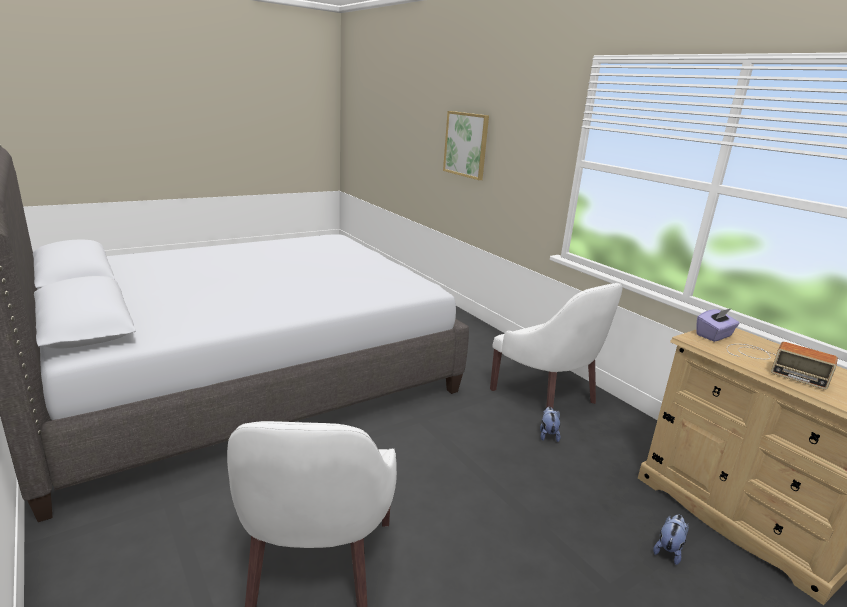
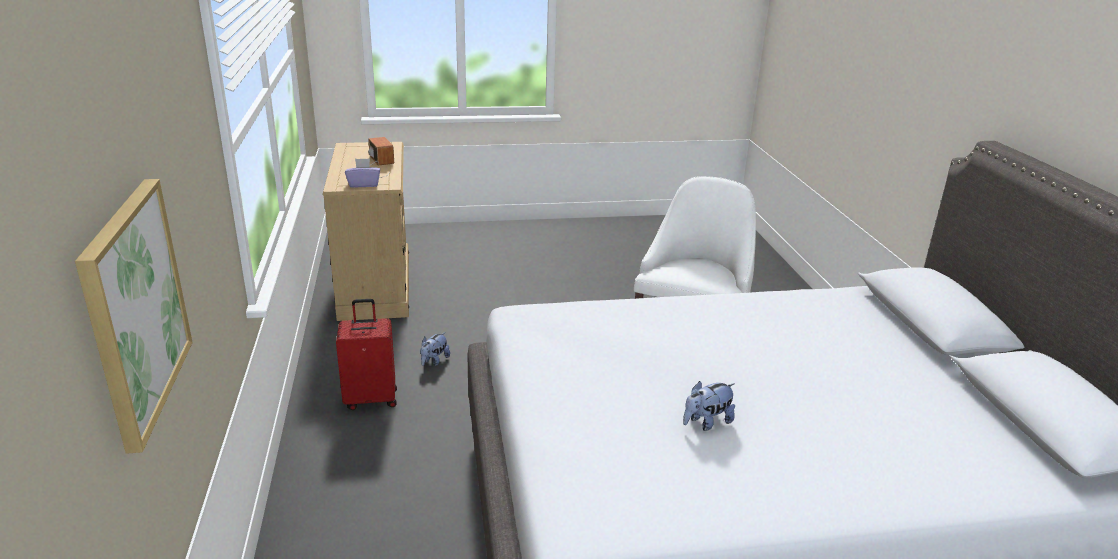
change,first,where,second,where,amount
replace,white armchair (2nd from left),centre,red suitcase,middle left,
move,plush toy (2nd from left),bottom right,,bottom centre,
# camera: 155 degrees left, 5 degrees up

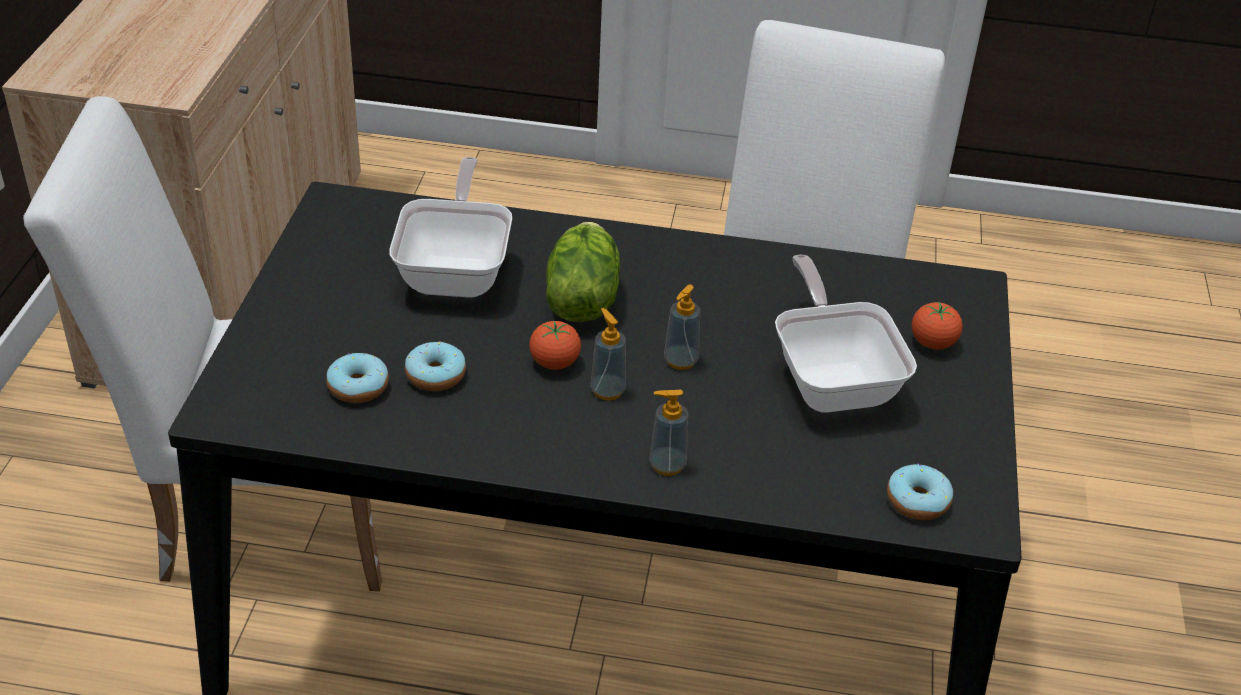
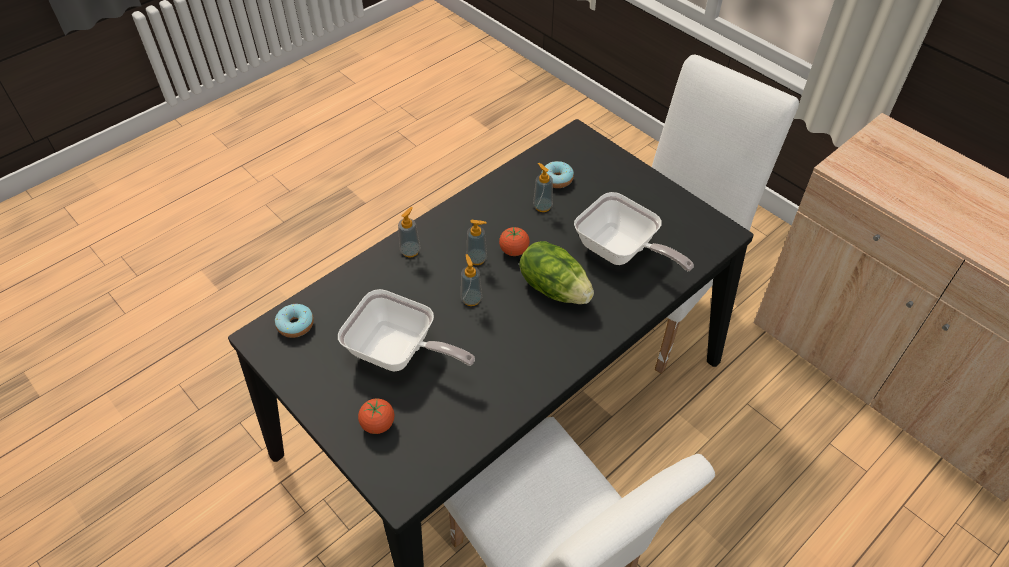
change,first,where,second,where,amount
replace,donut (2nd from left),centre,soap dispenser (4th from left),top centre,
# camera: 130 degrees right, 10 degrees up

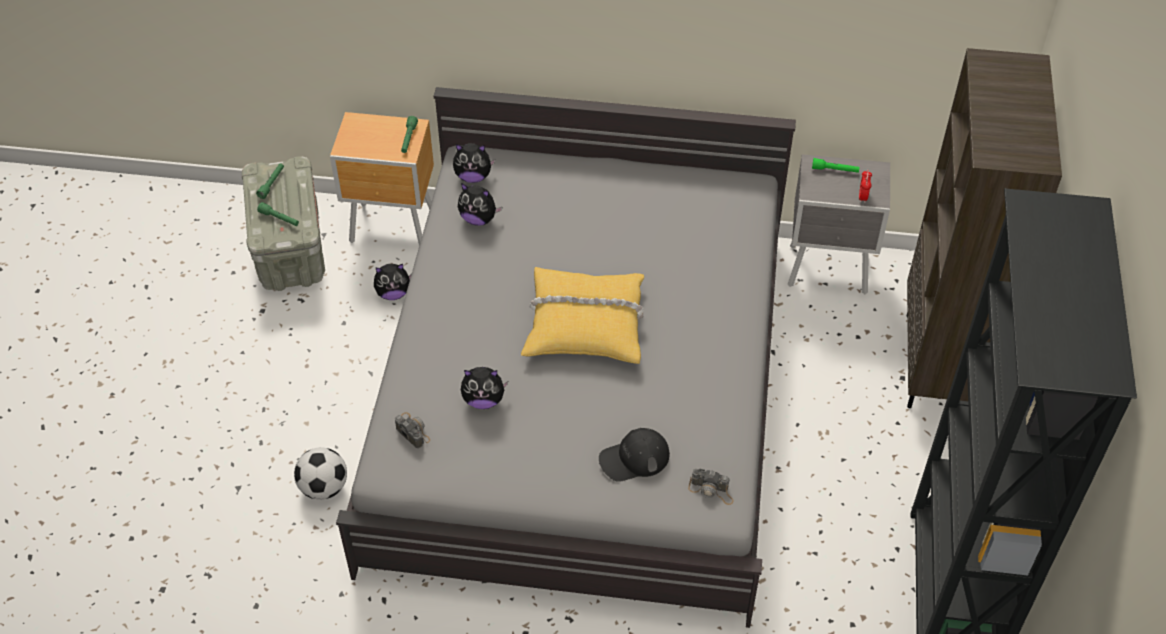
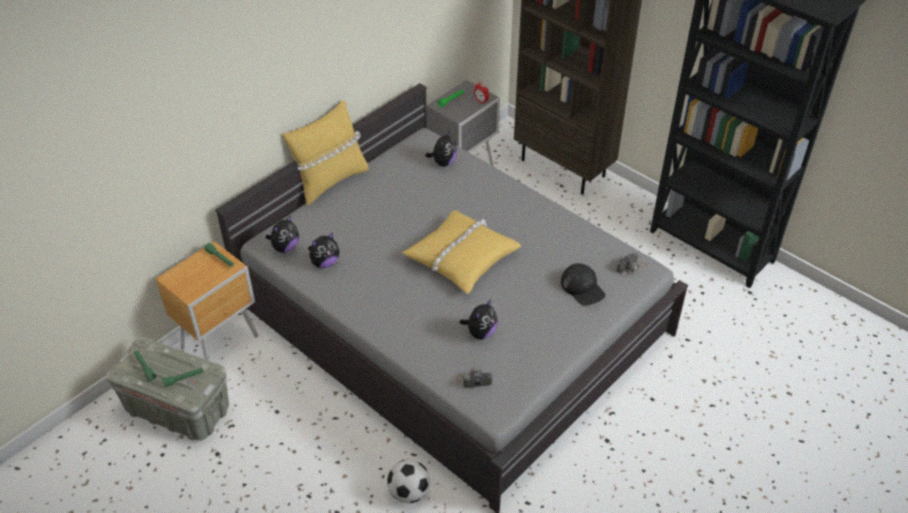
change,first,where,second,where,amount
insert,,,yellow pillow (1st from left),top centre,
move,plush toy (1st from left in the first image),centre,plush toy (3rd from left),top centre,
rotate,black cap,bottom centre,,centre,45 degrees counterclockwise
# camera: 55 degrees left, 5 degrees down

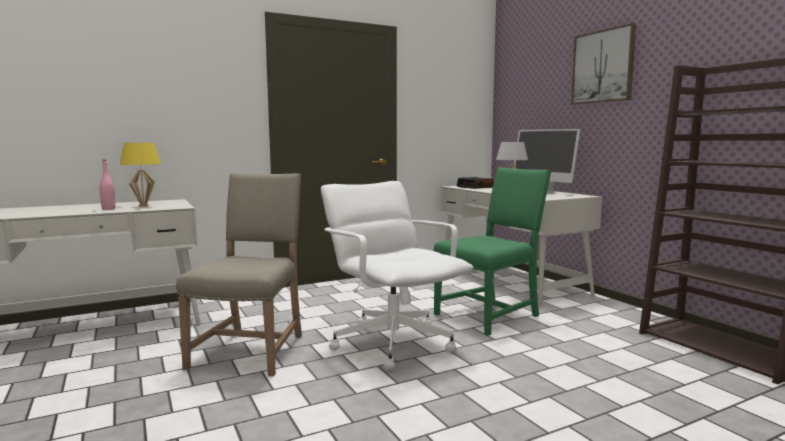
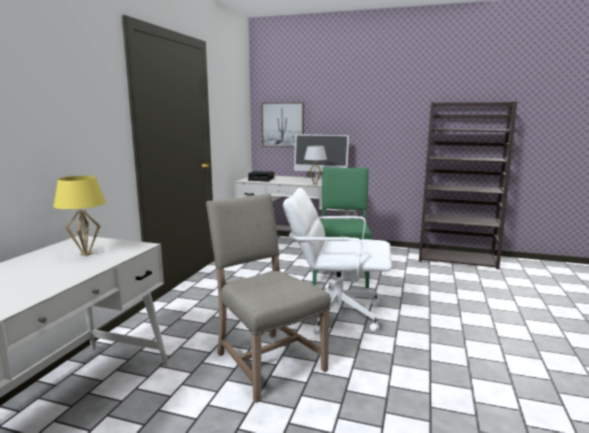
change,first,where,second,where,amount
move,picture,top right,,top centre,
delete,pink bottle,middle left,,,
# camera: 45 degrees left, 5 degrees up

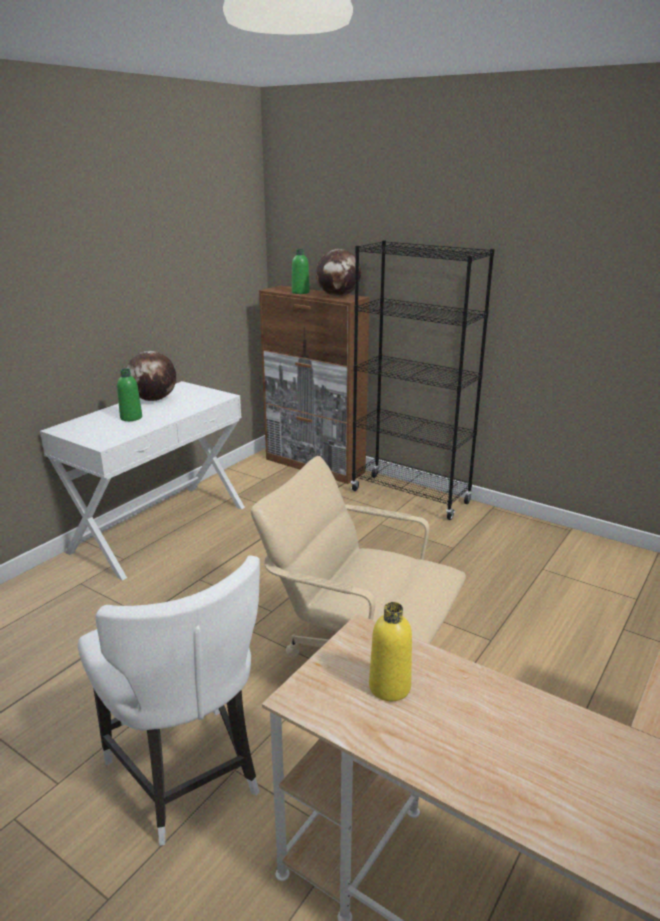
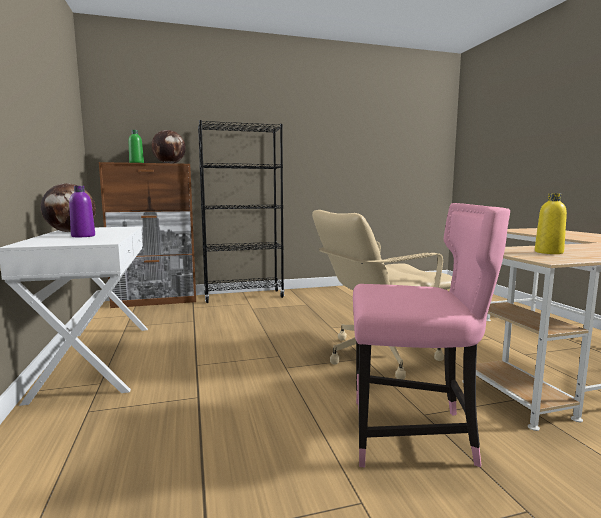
change,first,where,second,where,amount
recolor,green bottle (1st from left),middle left,purple bottle,middle left,
recolor,white chair,bottom left,pink chair,middle right,
# camera: 50 degrees left, 15 degrees down

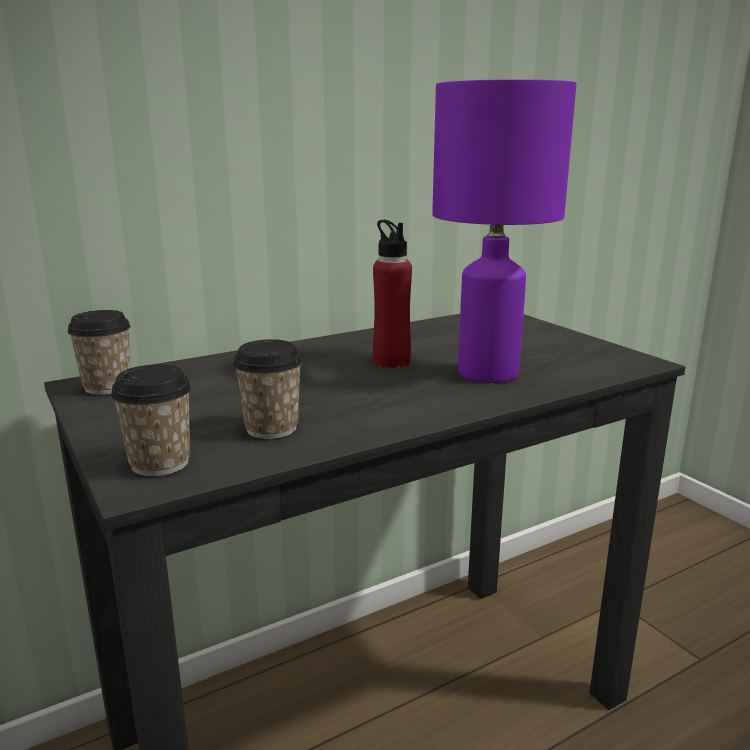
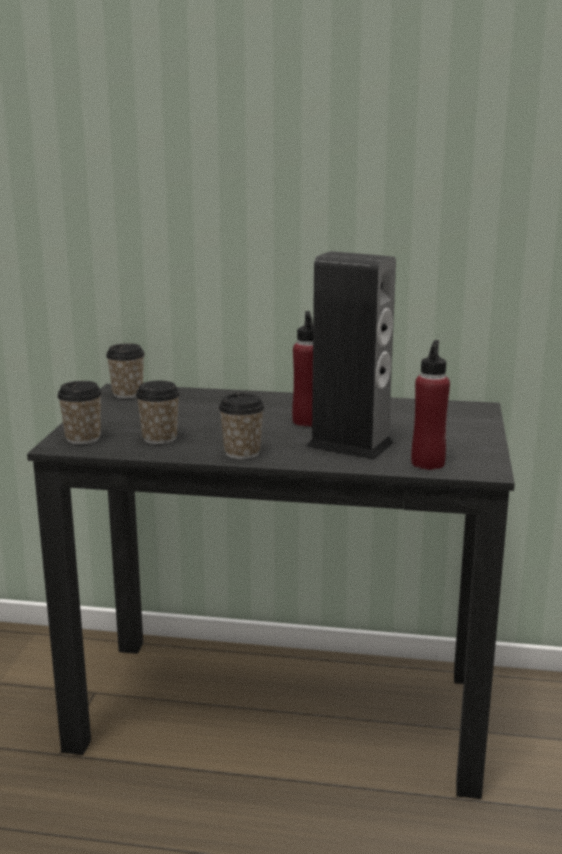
change,first,where,second,where,amount
insert,,,cup (4th from left),centre,
replace,purple table lamp,top right,speaker,centre,
insert,,,red bottle (2nd from left),middle right,
# camera: 40 degrees right, 0 degrees up

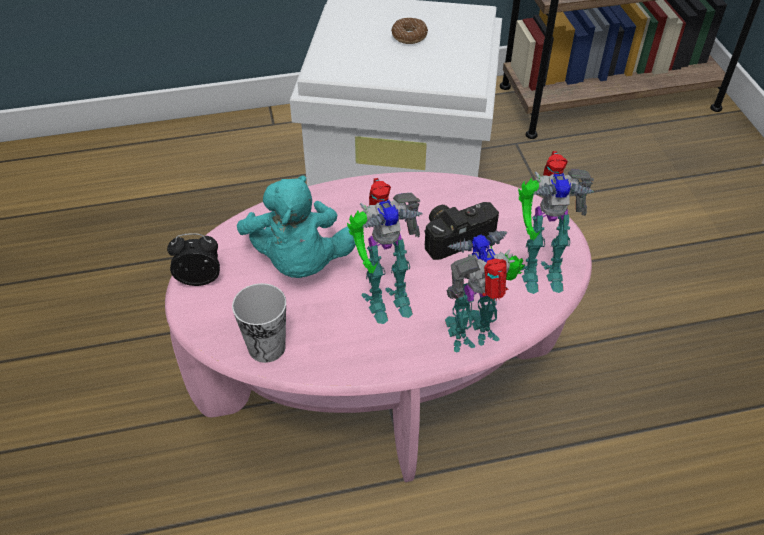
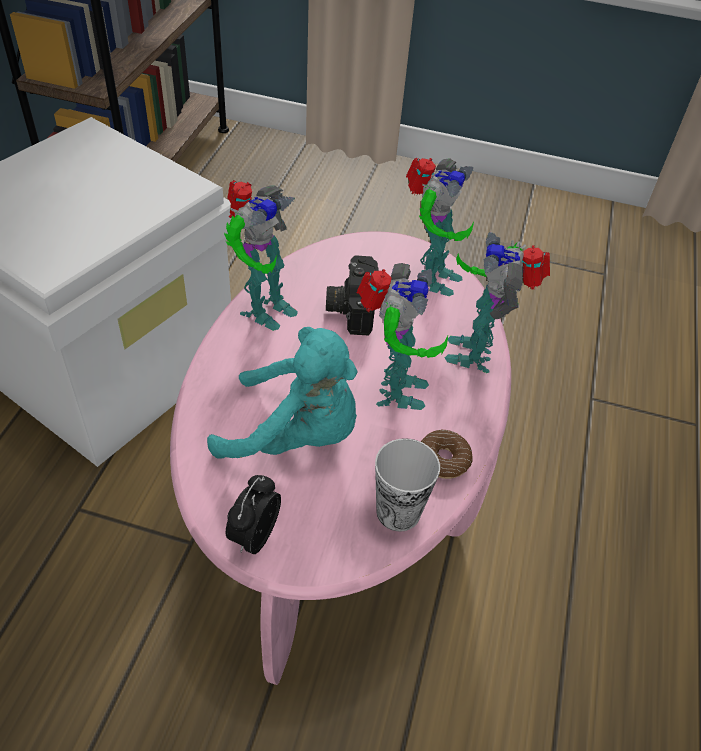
change,first,where,second,where,amount
insert,,,toy robot (1st from left),centre,
move,donut,top centre,,centre,
# camera: 65 degrees left, 0 degrees up

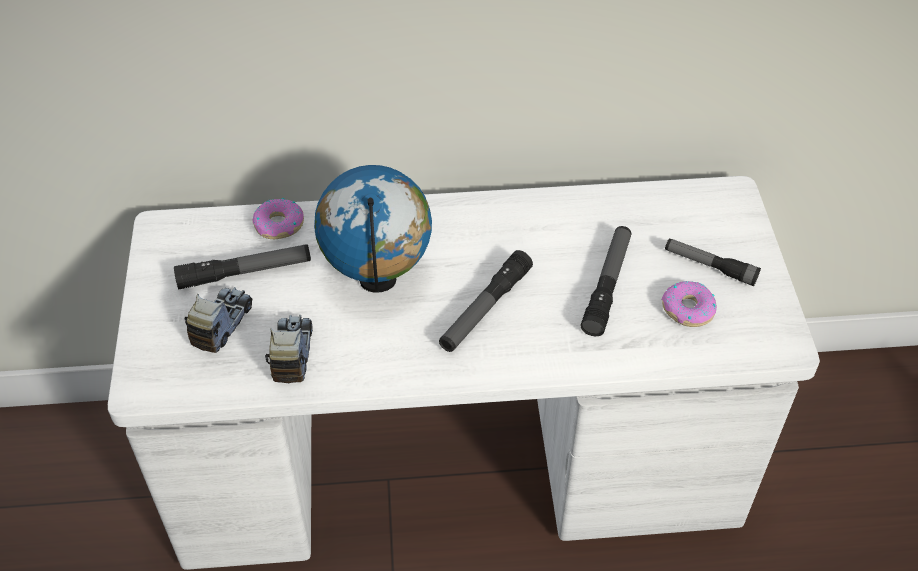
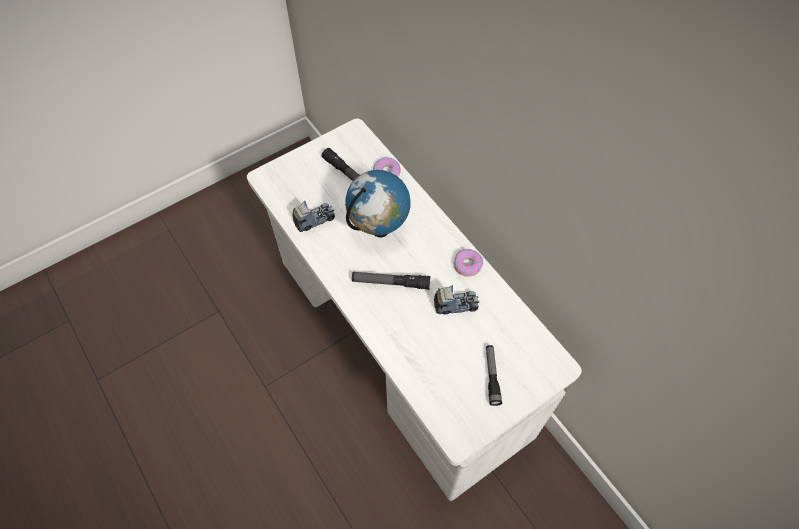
change,first,where,second,where,amount
move,toy truck (1st from left in the first image),middle left,toy truck (2nd from left),centre,
move,donut (2nd from left),middle right,,centre,
delete,flashlight (3rd from left),centre,,,
# camera: 60 degrees right, 10 degrees up

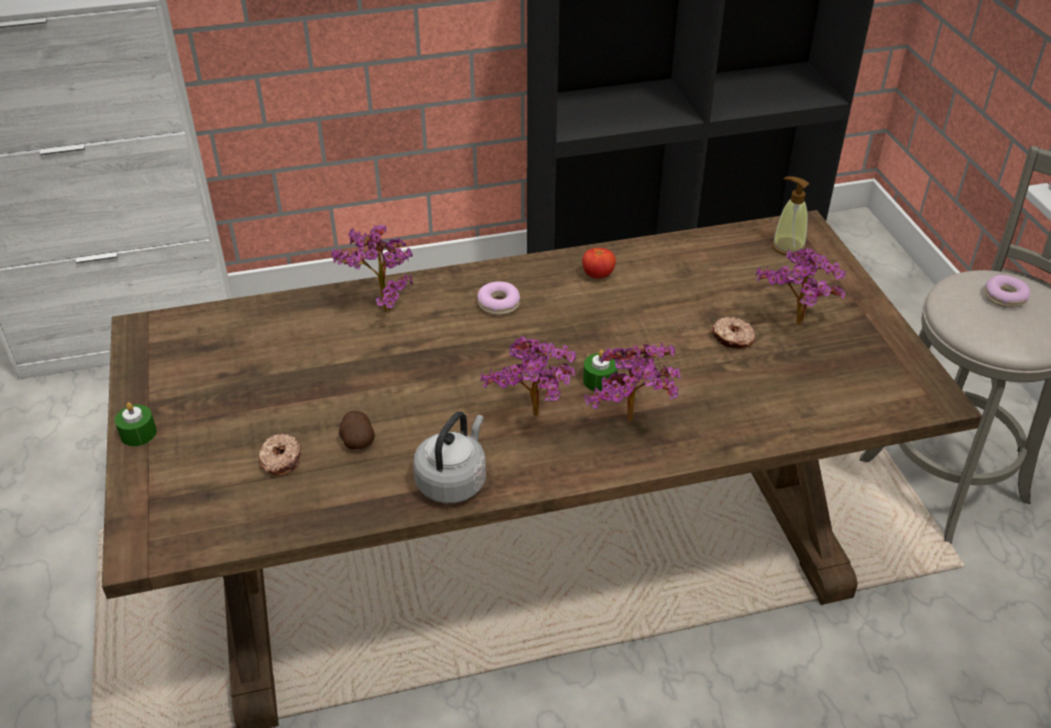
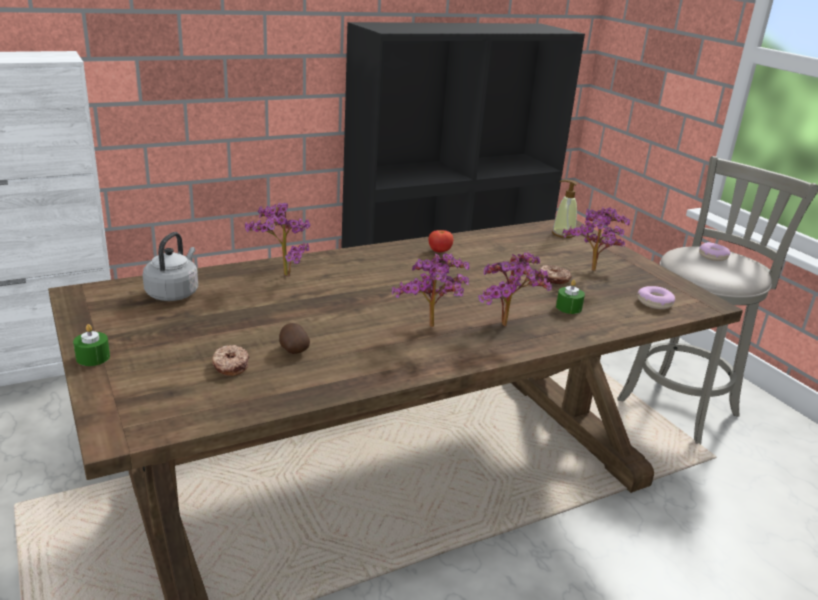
change,first,where,second,where,amount
move,grey kettle,centre,,middle left,
move,green candle (2nd from left),centre,,middle right,
move,donut (2nd from left in the first image),centre,donut (3rd from left),middle right,
# camera: 15 degrees left, 15 degrees down

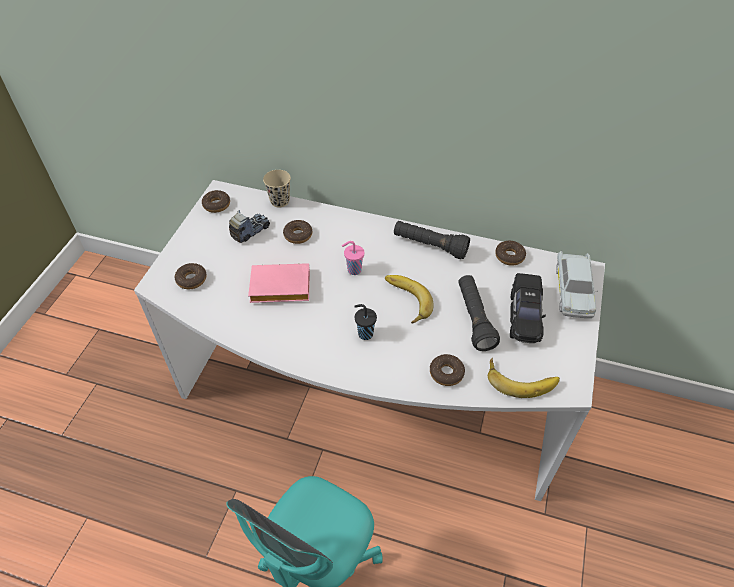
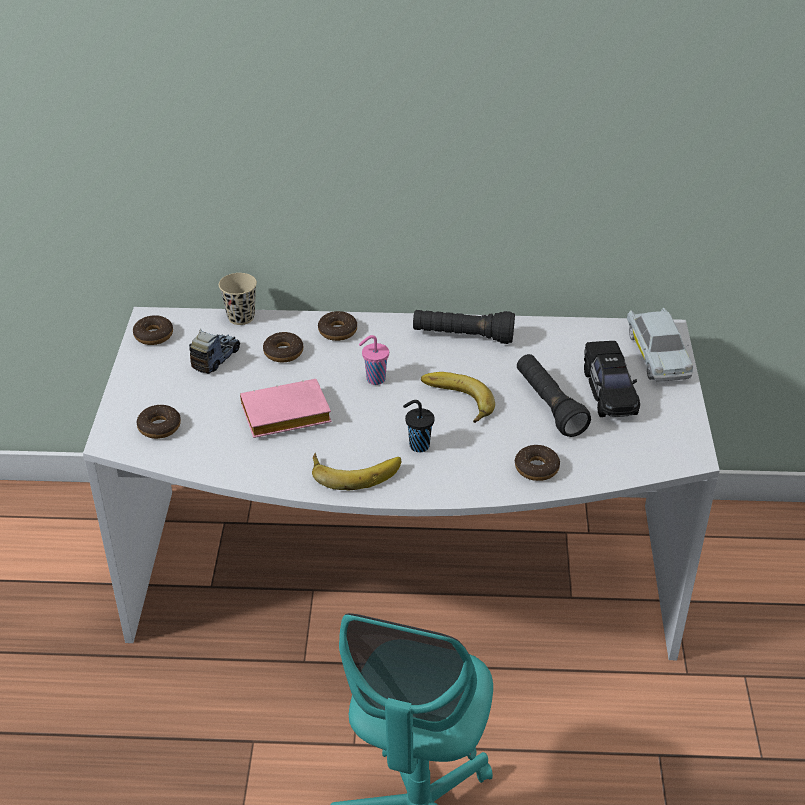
change,first,where,second,where,amount
move,banana (2nd from left in the first image),middle right,banana (1st from left),centre,
move,donut (5th from left in the first image),middle right,donut (4th from left),centre,
# camera: 15 degrees left, 10 degrees down

